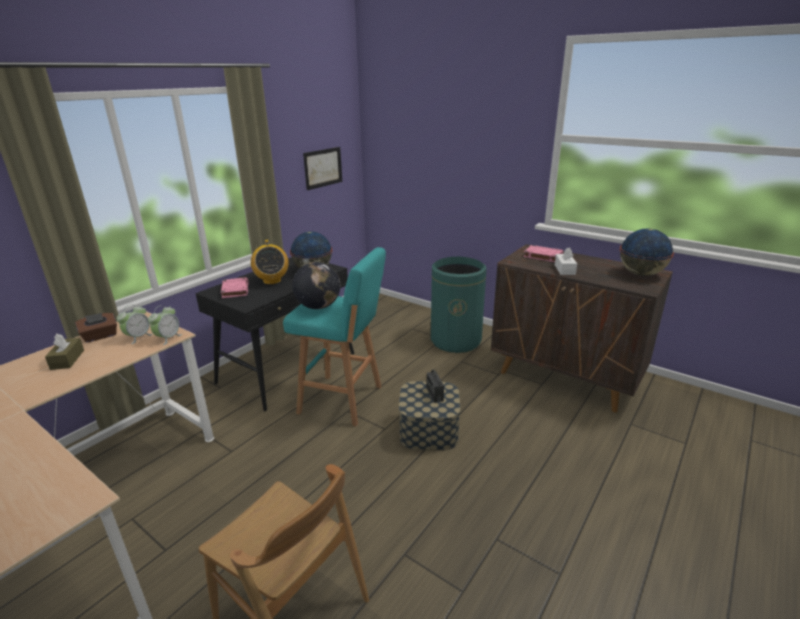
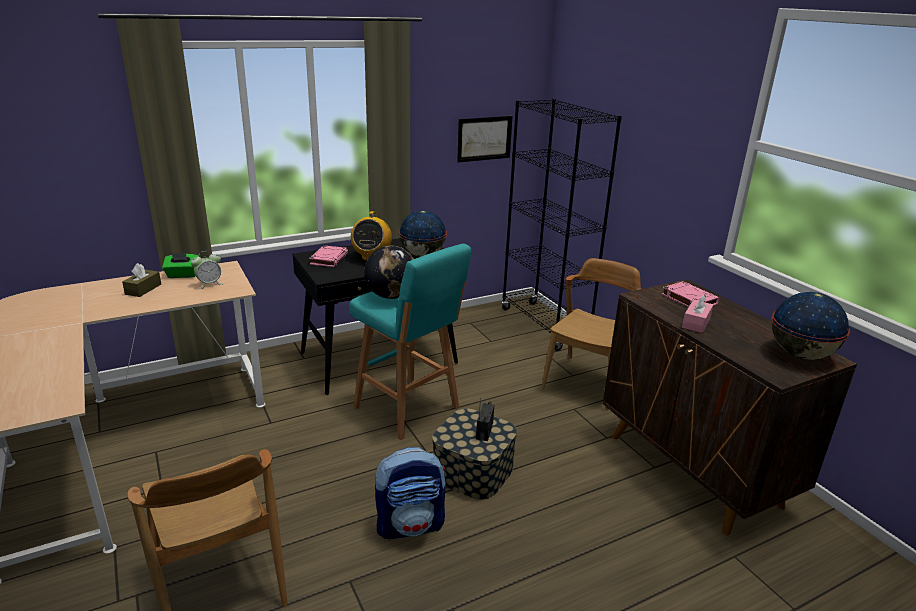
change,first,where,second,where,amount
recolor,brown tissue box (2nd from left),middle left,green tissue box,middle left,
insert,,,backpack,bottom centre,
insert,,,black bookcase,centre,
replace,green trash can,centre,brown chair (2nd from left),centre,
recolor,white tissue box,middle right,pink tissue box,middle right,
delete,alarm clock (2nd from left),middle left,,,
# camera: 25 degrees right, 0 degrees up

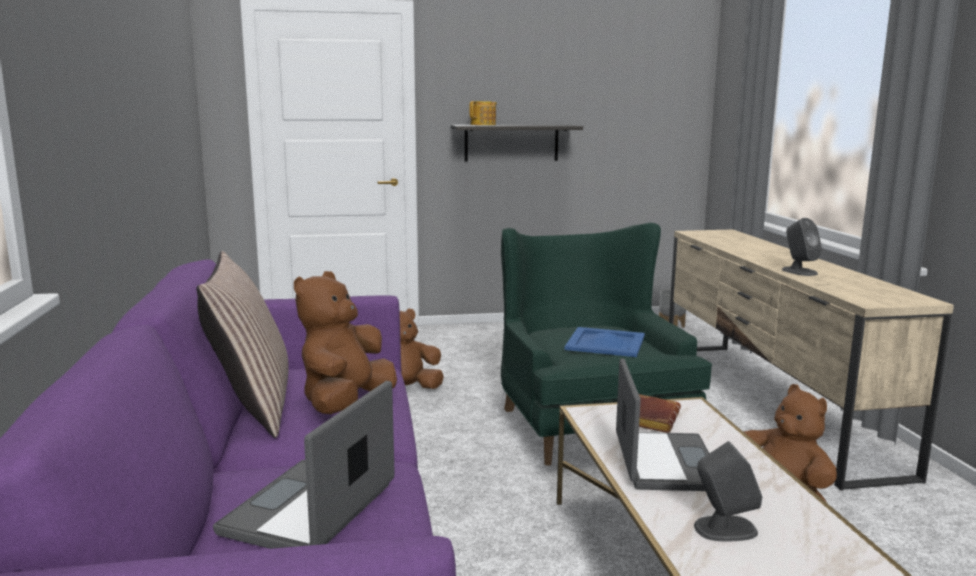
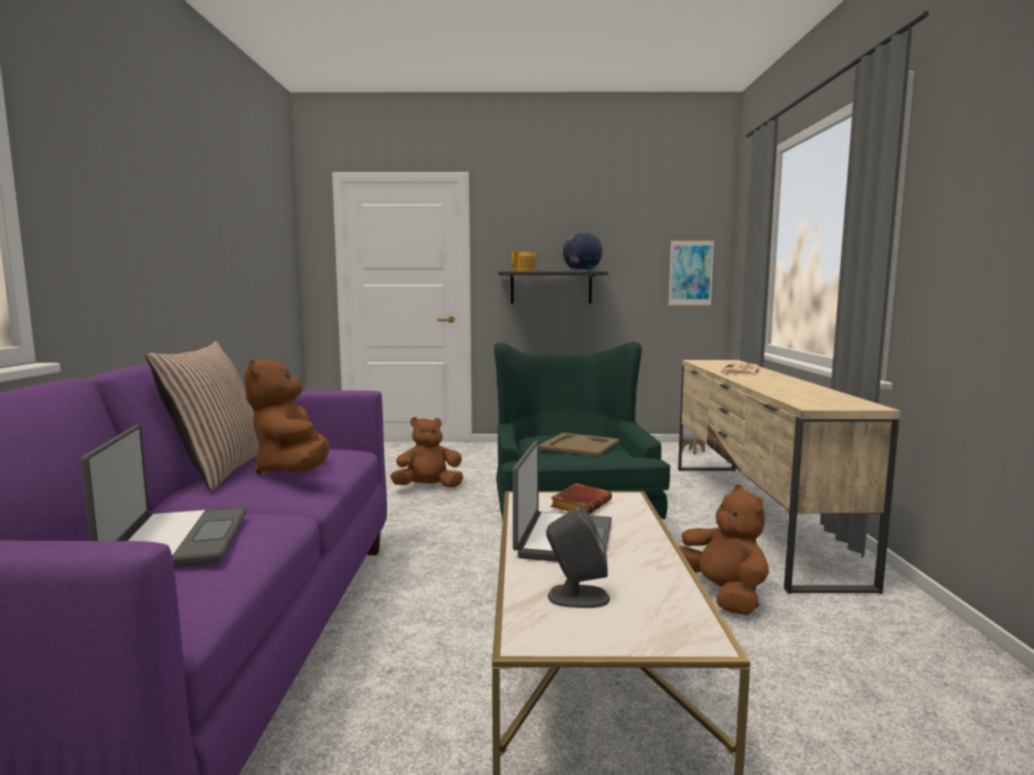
change,first,where,second,where,amount
rotate,laptop (1st from left),bottom left,,middle left,135 degrees clockwise
rotate,brown plush toy (1st from left),centre,,middle left,45 degrees counterclockwise
recolor,blue tray,centre,beige tray,centre,
insert,,,globe,top centre,
insert,,,picture,middle right,
insert,,,newspaper,middle right,
delete,grey speaker (2nd from left),middle right,,,
# camera: 10 degrees right, 5 degrees down

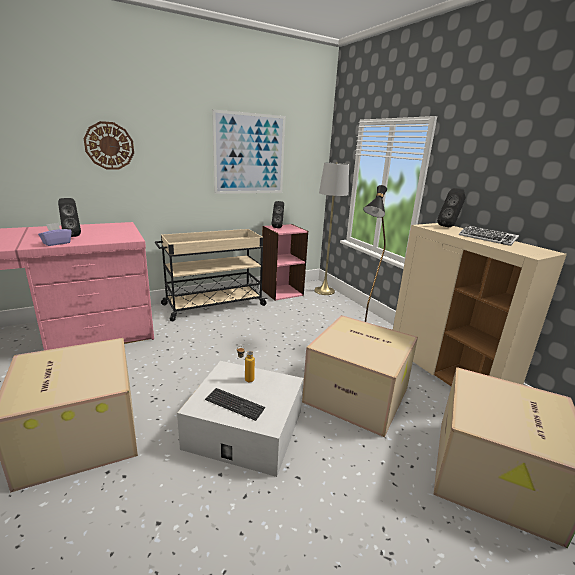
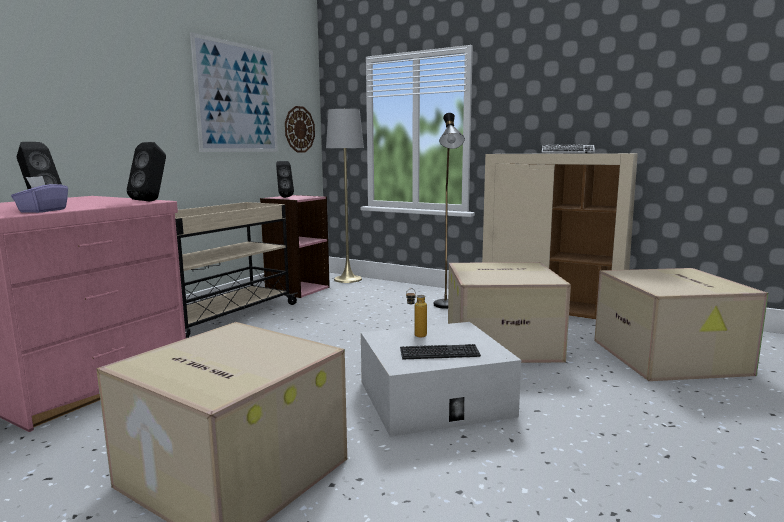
change,first,where,second,where,amount
move,black speaker (3rd from left in the first image),middle right,black speaker (2nd from left),top left,
move,wall clock,top left,,top centre,
# camera: 30 degrees left, 10 degrees down

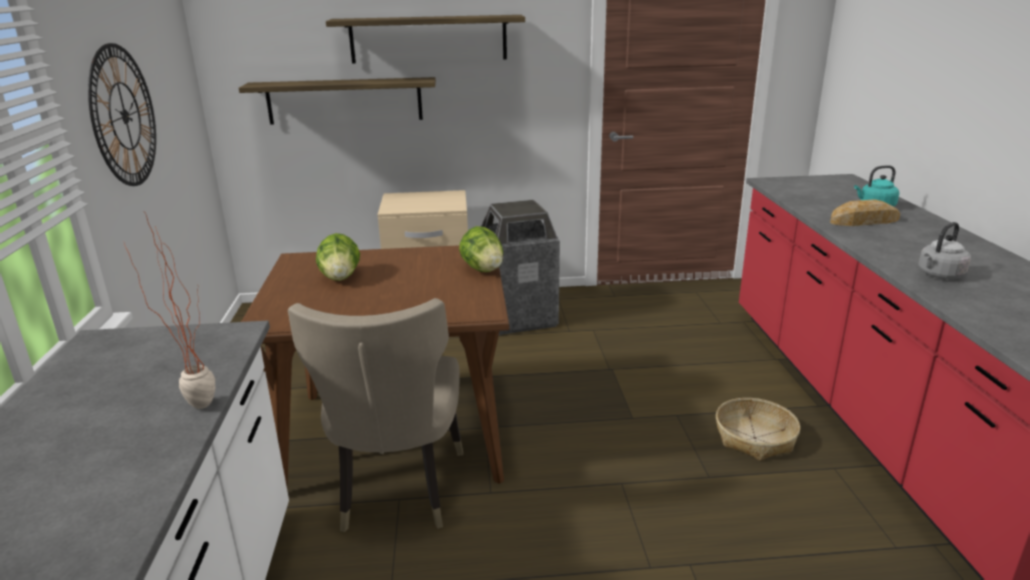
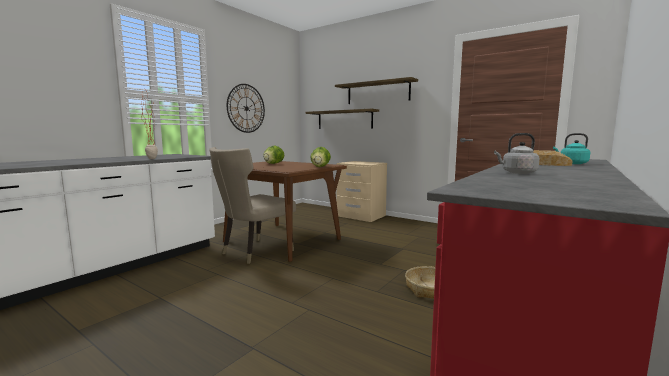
change,first,where,second,where,amount
delete,trash can,centre,,,
# camera: 40 degrees right, 15 degrees down

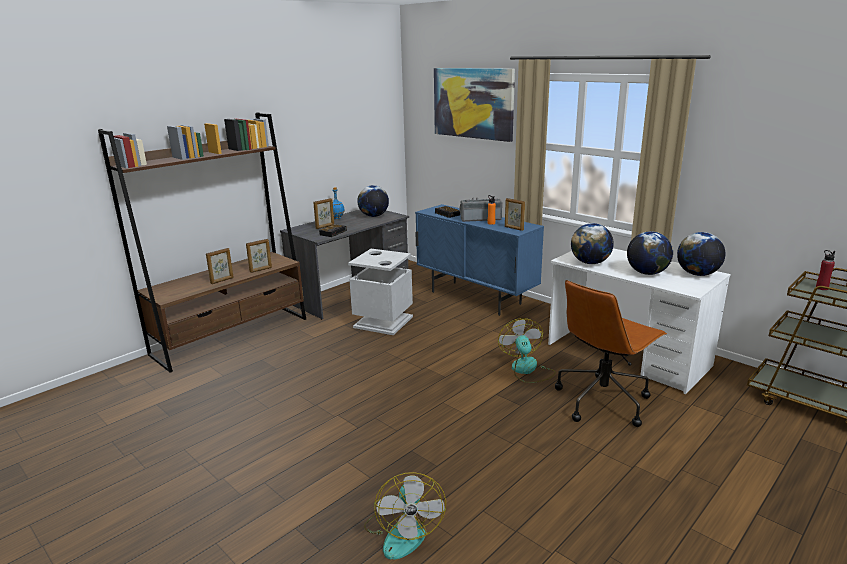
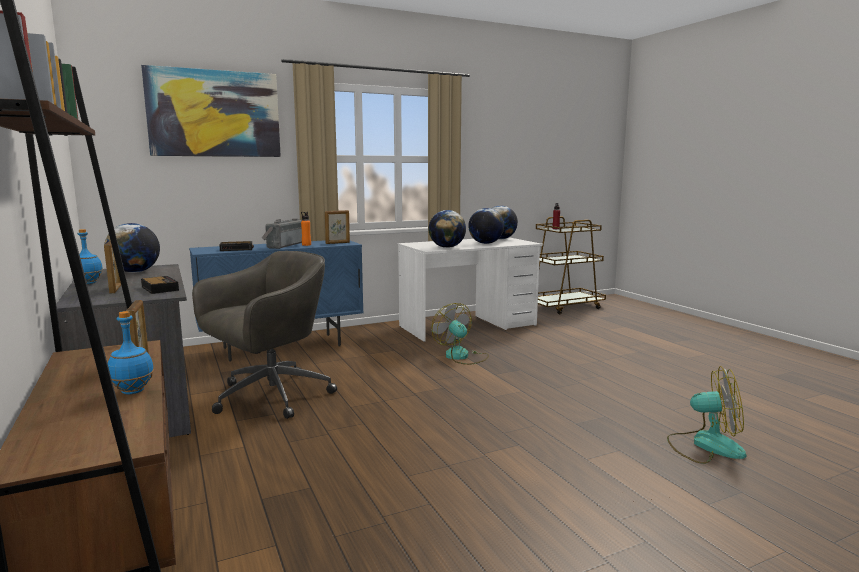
change,first,where,second,where,amount
replace,picture frame (1st from left),middle left,blue bottle (2nd from left),middle left,
replace,grey trash can,centre,grey office chair,middle left,
rotate,fan (2nd from left in the first image),centre,fan (1st from left),centre,45 degrees clockwise
delete,brown office chair,middle right,,,
# camera: 70 degrees left, 10 degrees down

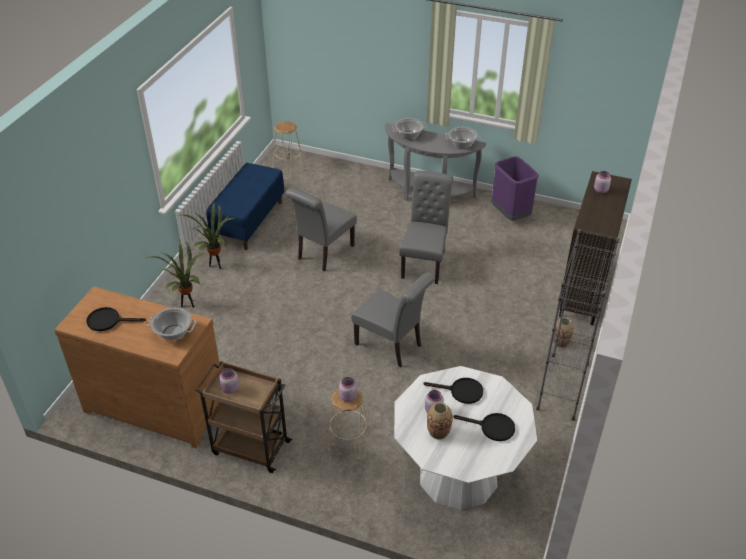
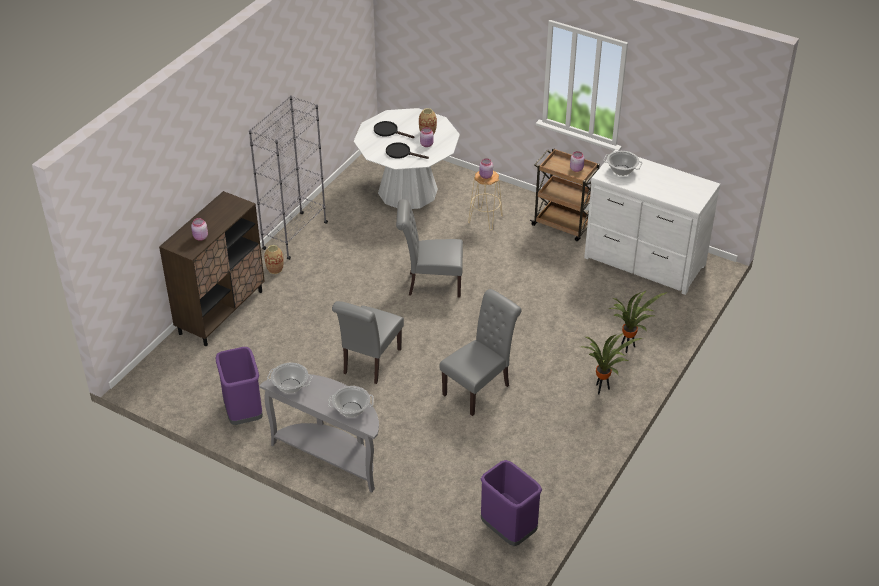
change,first,where,second,where,amount
rotate,grey chair (2nd from left),centre,,centre,45 degrees counterclockwise
replace,beige stool (1st from left),top centre,purple trash can (2nd from left),bottom centre,
recolor,brown dresser,middle left,white dresser,middle right,
delete,black frying pan (1st from left),middle left,,,
delete,blue bench,middle left,,,
# camera: 170 degrees left, 0 degrees up

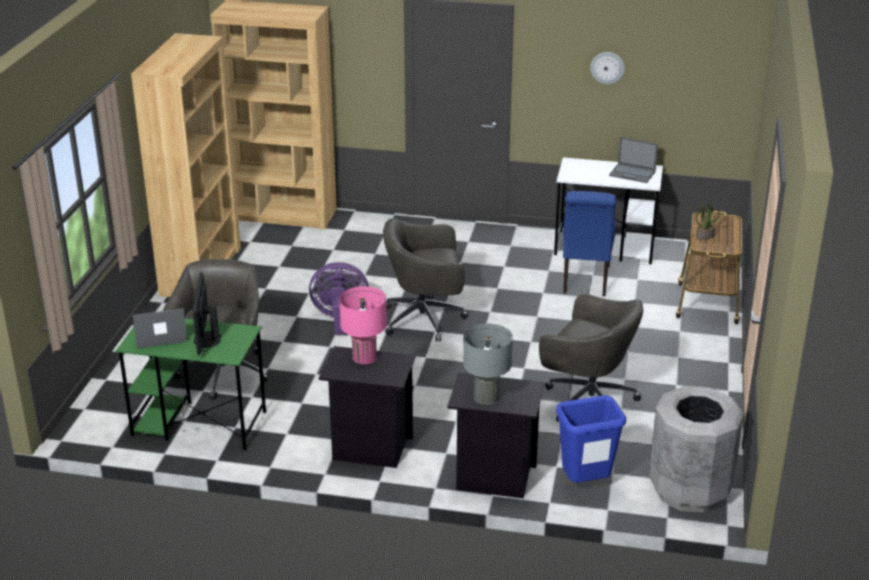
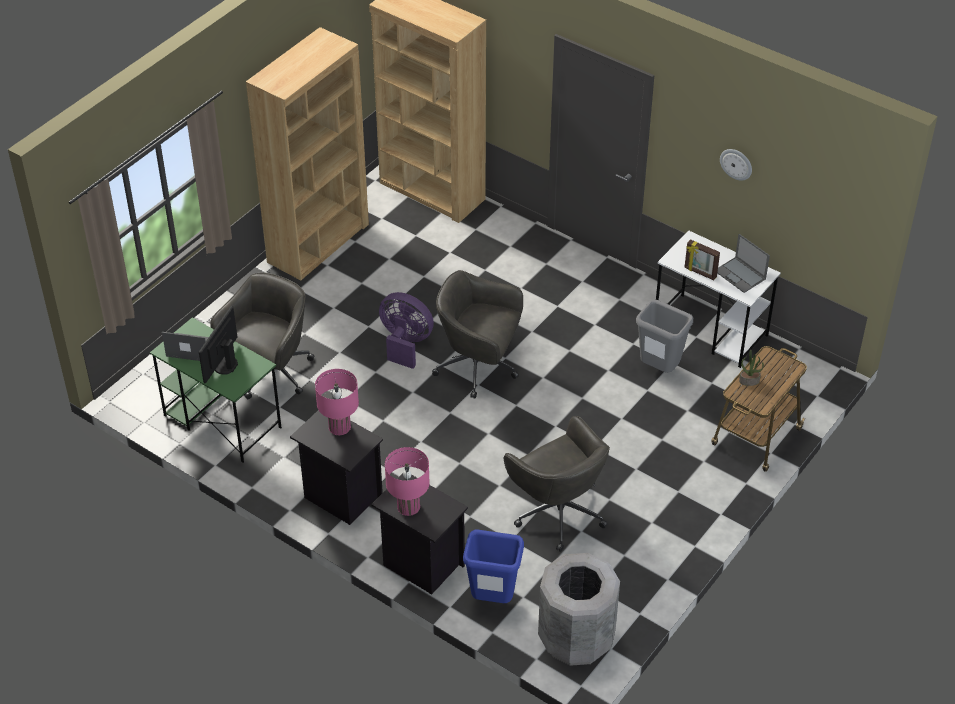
change,first,where,second,where,amount
recolor,grey table lamp,centre,pink table lamp (2nd from left),bottom centre,
replace,blue chair,middle right,grey trash can (2nd from left),middle right,
insert,,,picture frame,middle right,
# camera: 25 degrees right, 15 degrees up

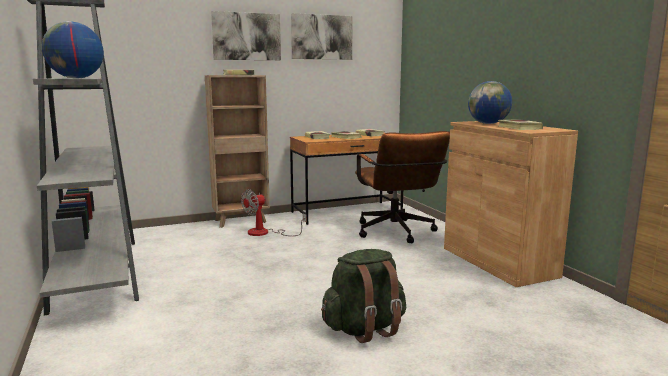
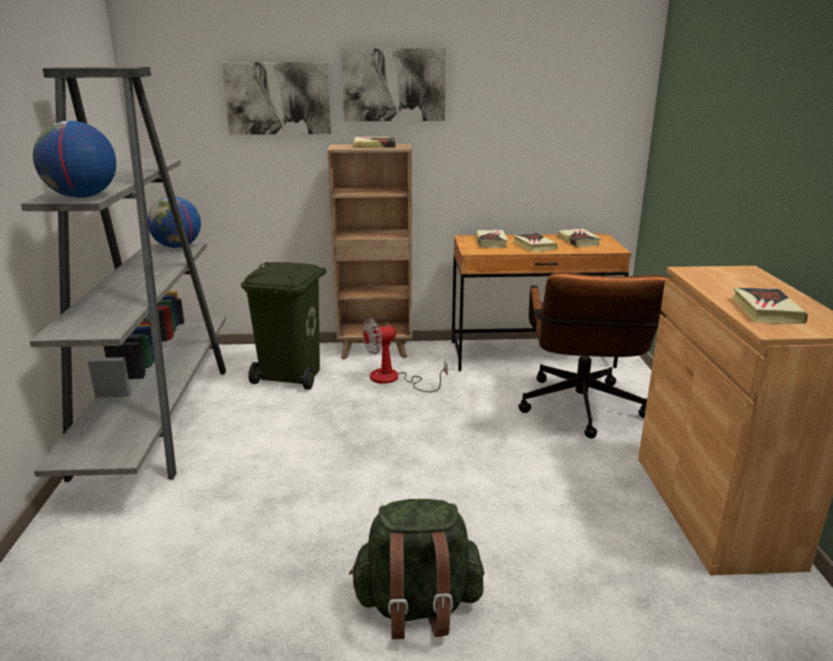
change,first,where,second,where,amount
move,globe (2nd from left),top right,,middle left,
move,picture (2nd from left in the first image),top centre,picture (1st from left),top left,
insert,,,green trash can,centre,
# camera: 20 degrees right, 10 degrees up

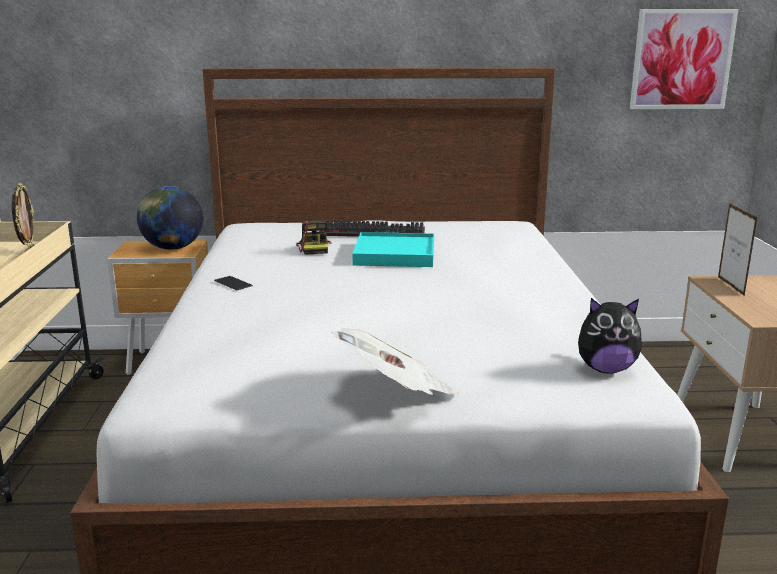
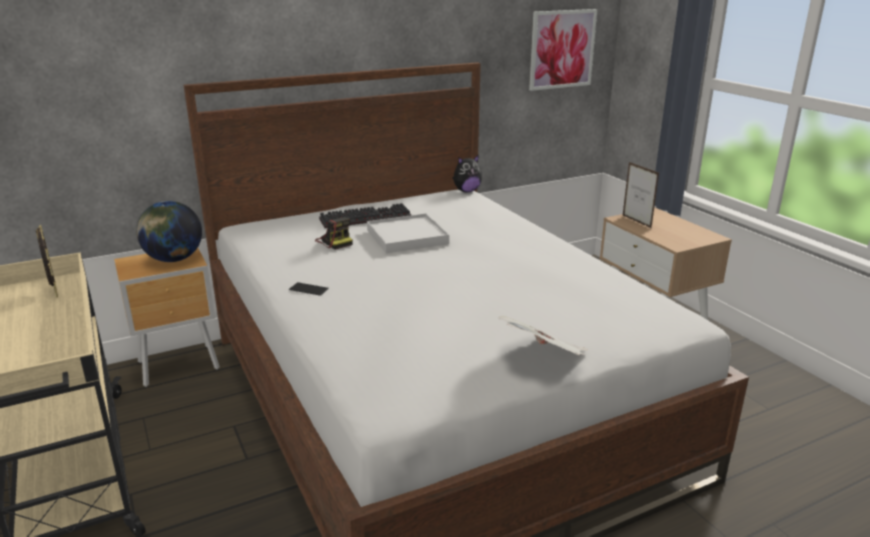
change,first,where,second,where,amount
recolor,turquoise tray,centre,white tray,centre,
move,plush toy,middle right,,top centre,
# camera: 25 degrees left, 5 degrees up

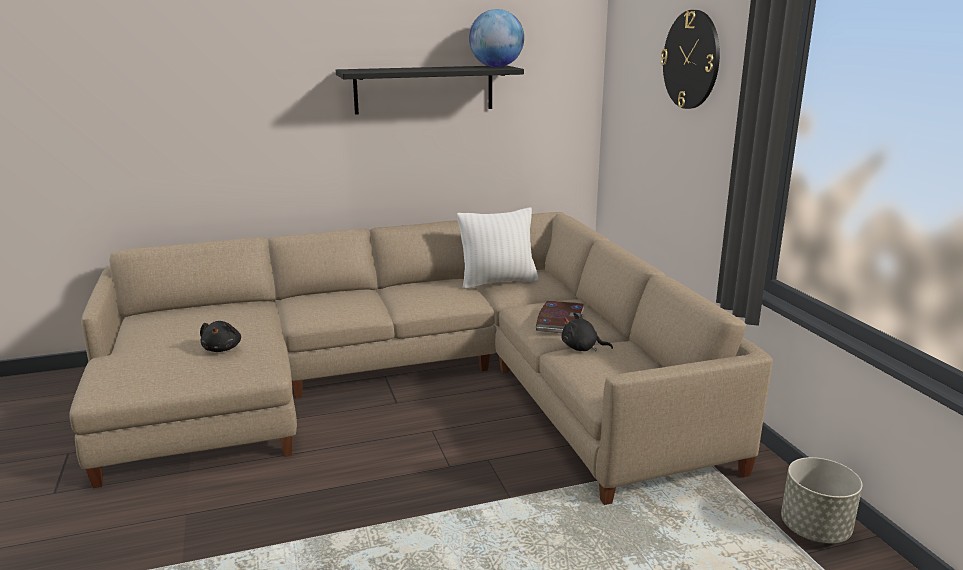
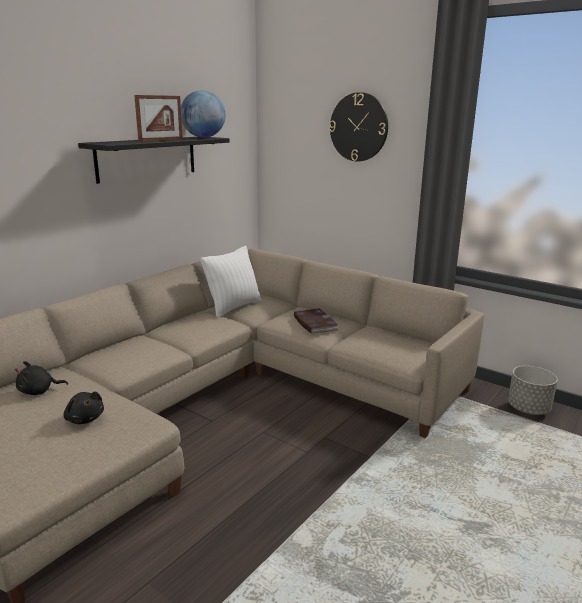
change,first,where,second,where,amount
move,black plush toy (2nd from left in the first image),centre,black plush toy (1st from left),middle left,
insert,,,picture frame,top left,
# camera: 35 degrees left, 0 degrees up

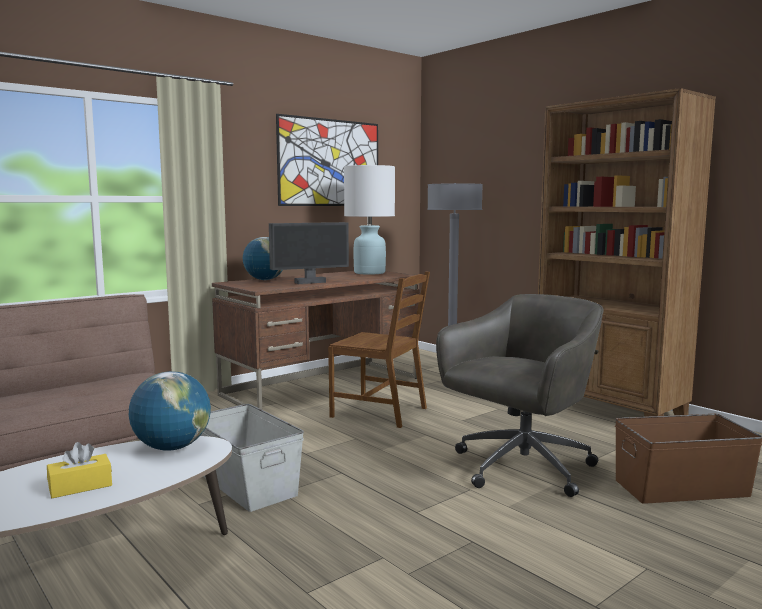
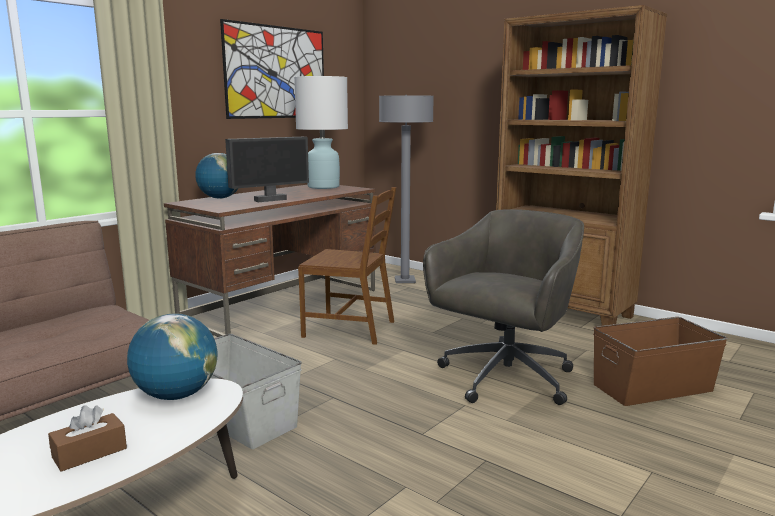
change,first,where,second,where,amount
recolor,yellow tissue box,bottom left,brown tissue box,bottom left,
# camera: 10 degrees left, 5 degrees up

